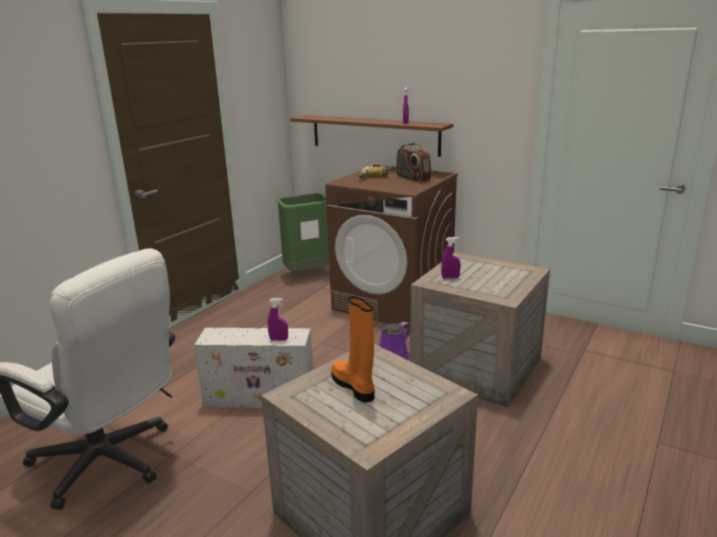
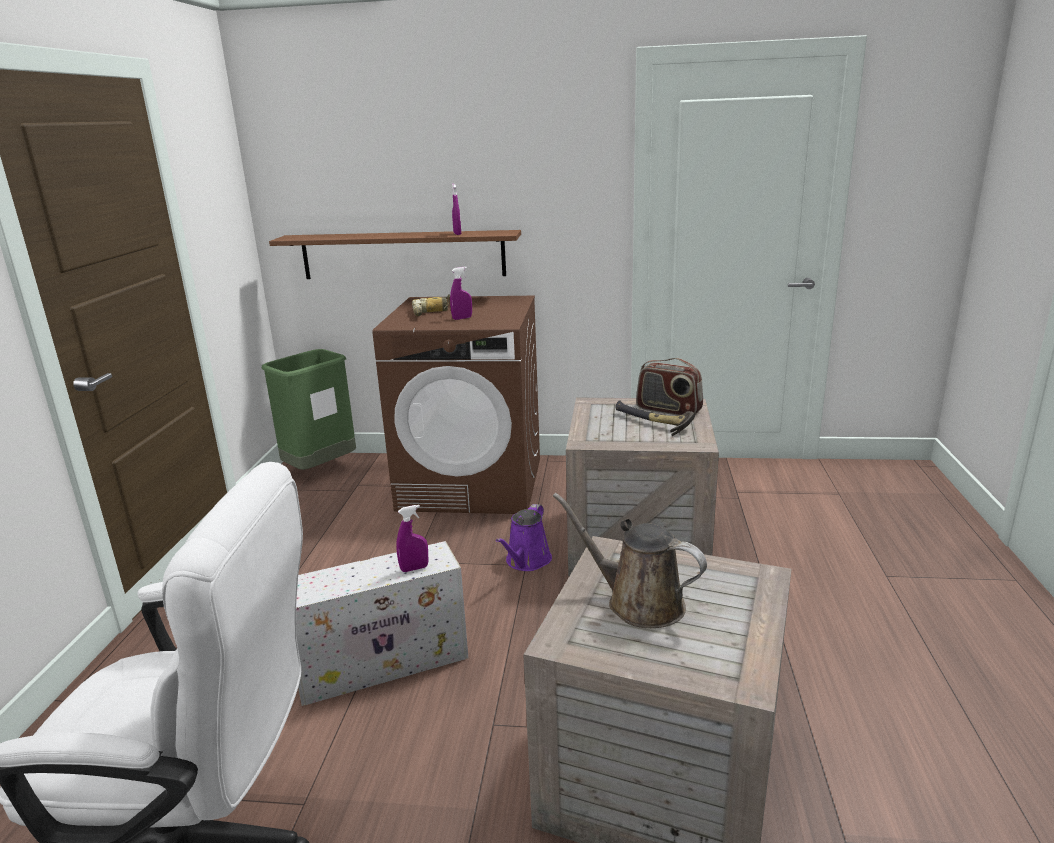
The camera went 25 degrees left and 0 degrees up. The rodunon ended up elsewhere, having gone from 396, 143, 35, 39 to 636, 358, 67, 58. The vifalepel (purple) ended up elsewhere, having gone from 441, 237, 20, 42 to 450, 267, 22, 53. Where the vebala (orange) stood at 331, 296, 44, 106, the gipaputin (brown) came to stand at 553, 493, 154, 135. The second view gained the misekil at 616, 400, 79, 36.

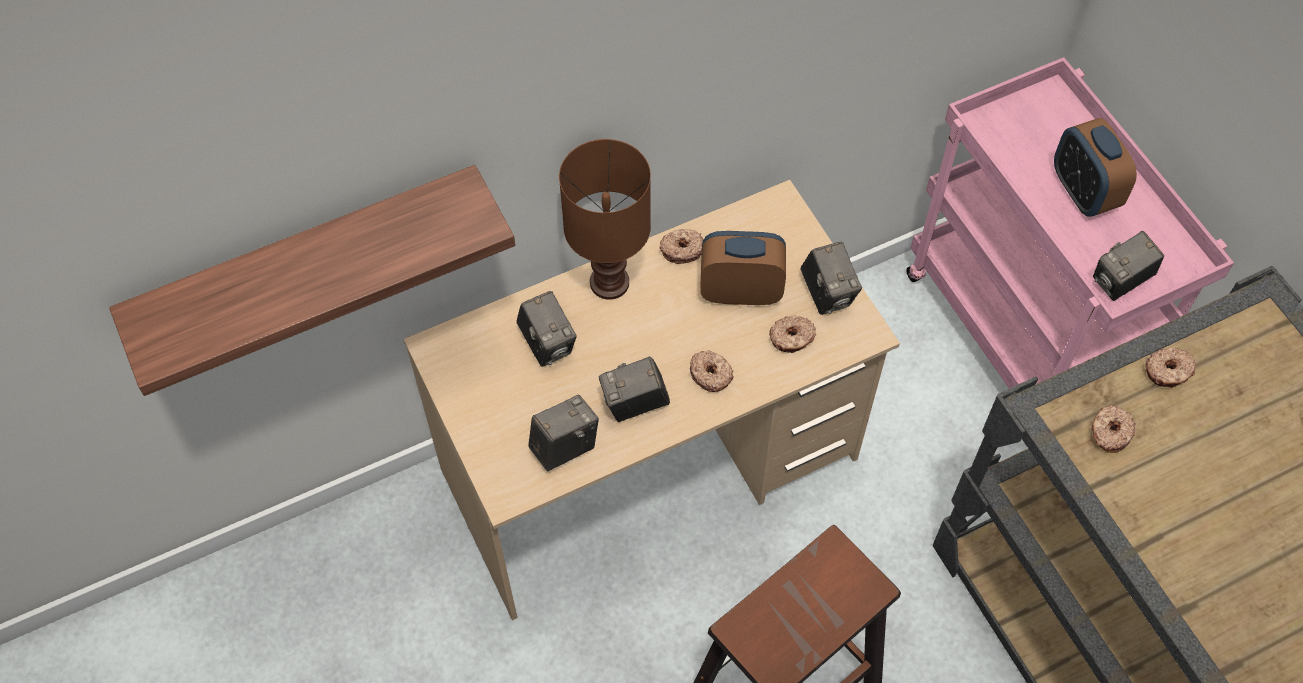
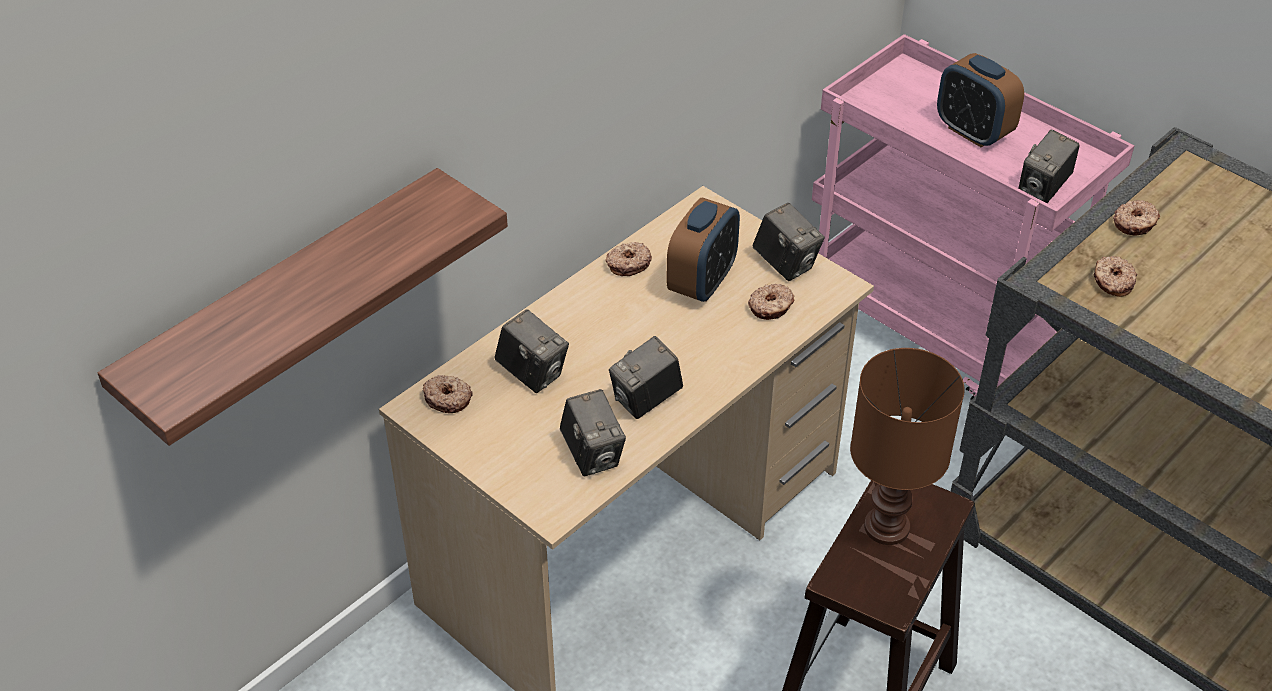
The camera went 20 degrees left and 15 degrees down. The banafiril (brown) ended up elsewhere, having gone from 559, 139, 92, 161 to 850, 348, 115, 197. The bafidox at 700, 231, 86, 74 ended up facing another way, 135 degrees clockwise from before. The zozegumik ended up elsewhere, having gone from 690, 350, 44, 42 to 423, 375, 50, 38. The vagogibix at 528, 395, 71, 76 ended up facing another way, 120 degrees clockwise from before.

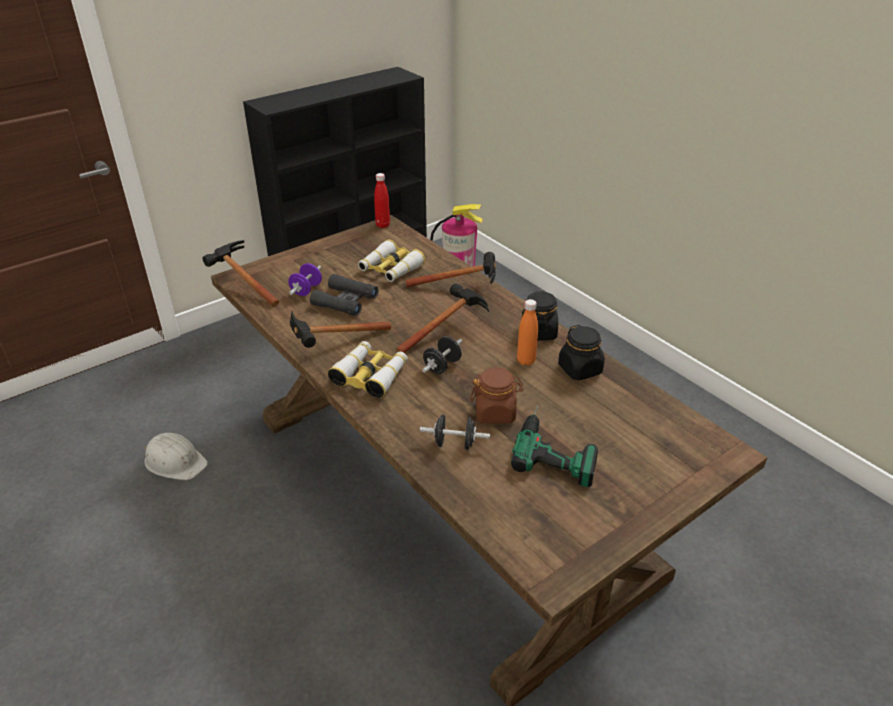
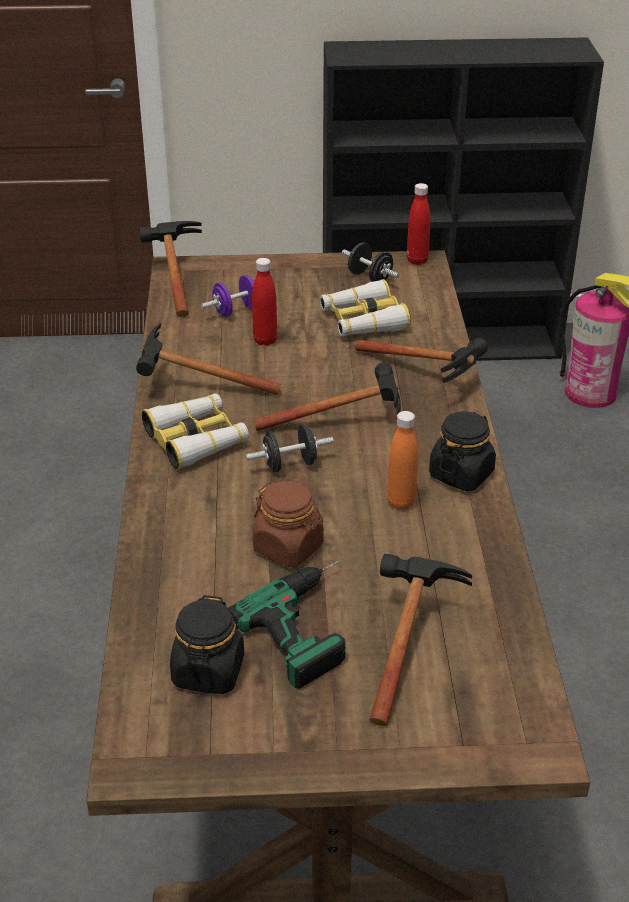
The camera went 35 degrees right and 0 degrees up. Where the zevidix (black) stood at 310, 274, 68, 42, the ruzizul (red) came to stand at 252, 258, 25, 88. The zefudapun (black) ended up elsewhere, having gone from 558, 325, 47, 56 to 170, 595, 74, 99. The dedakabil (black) ended up elsewhere, having gone from 420, 415, 70, 35 to 342, 242, 57, 40. The second view lost the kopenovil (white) at 144, 433, 64, 47. The second view gained the misekil at 369, 554, 103, 172.

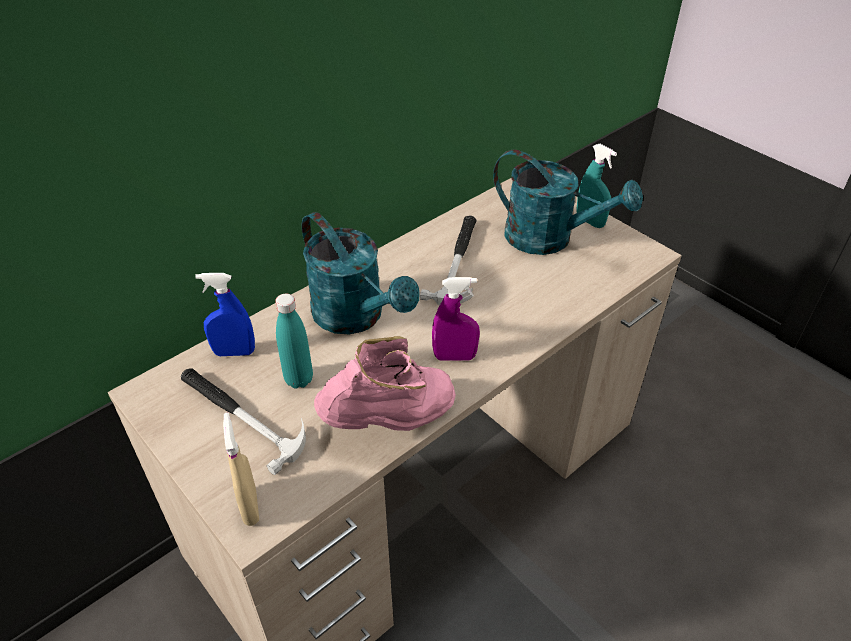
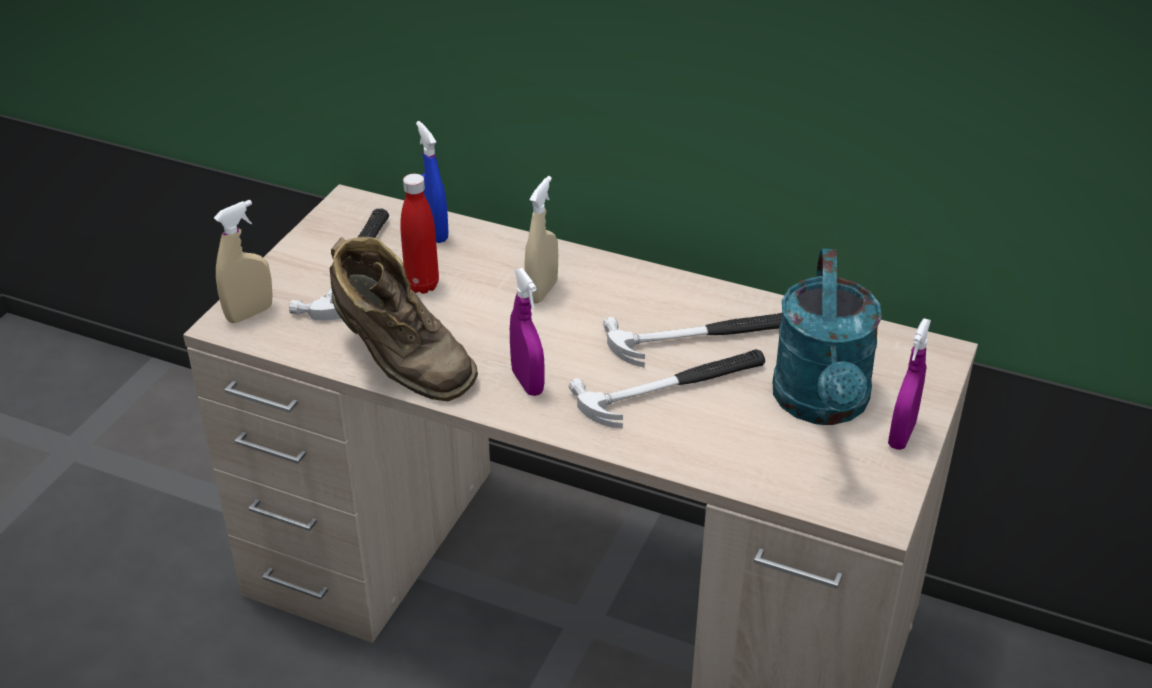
The camera went 65 degrees right and 5 degrees down. What was the vifalepel (turquoise) at 576, 144, 41, 84 turned into the vifalepel (purple) at 888, 318, 43, 132. Where the gipaputin (turquoise) stood at 302, 212, 118, 122, the vifalepel (beige) came to stand at 524, 176, 34, 128. What was the ruzizul (turquoise) at 276, 294, 37, 95 turned into the ruzizul (red) at 400, 174, 39, 120. What was the vebala (pink) at 314, 336, 142, 95 turned into the vebala (brown) at 330, 237, 148, 164. The second view gained the misekil at 569, 349, 196, 79.

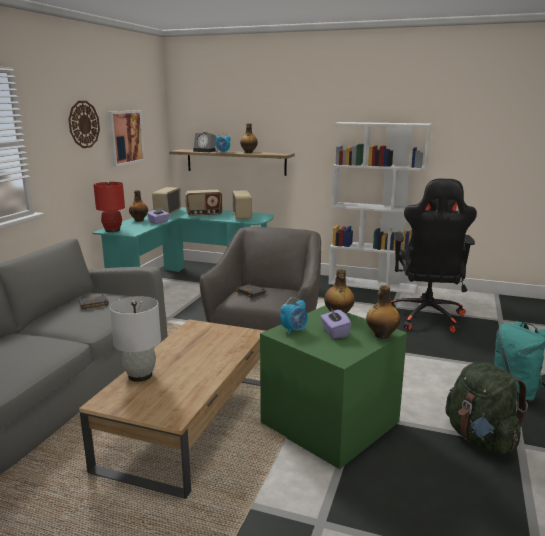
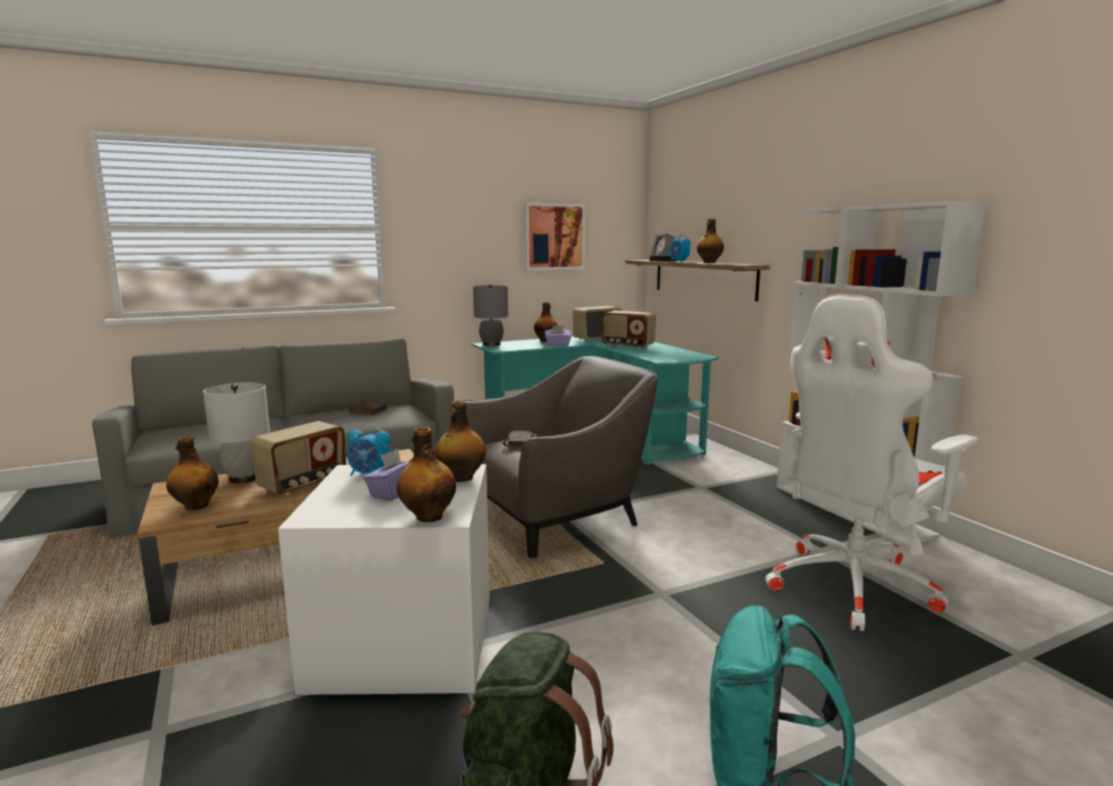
The camera went 45 degrees right and 5 degrees down. The second view lost the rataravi at 68, 101, 32, 47. What was the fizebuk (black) at 391, 179, 86, 154 turned into the fizebuk (white) at 765, 294, 213, 337. What was the banafiril (red) at 93, 182, 32, 50 turned into the banafiril (grey) at 473, 284, 35, 62. The rodunon ended up elsewhere, having gone from 232, 190, 21, 30 to 251, 421, 95, 74. What was the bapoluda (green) at 260, 305, 147, 164 turned into the bapoluda (white) at 278, 464, 212, 231. The second view gained the ruzizul at 166, 436, 53, 74.

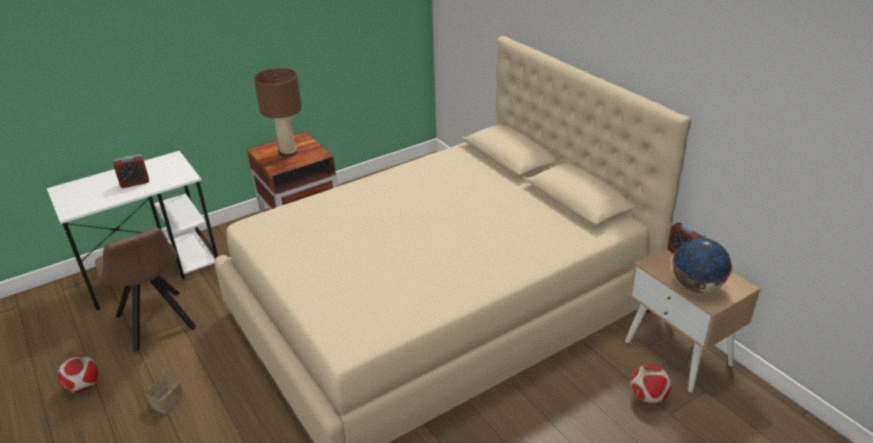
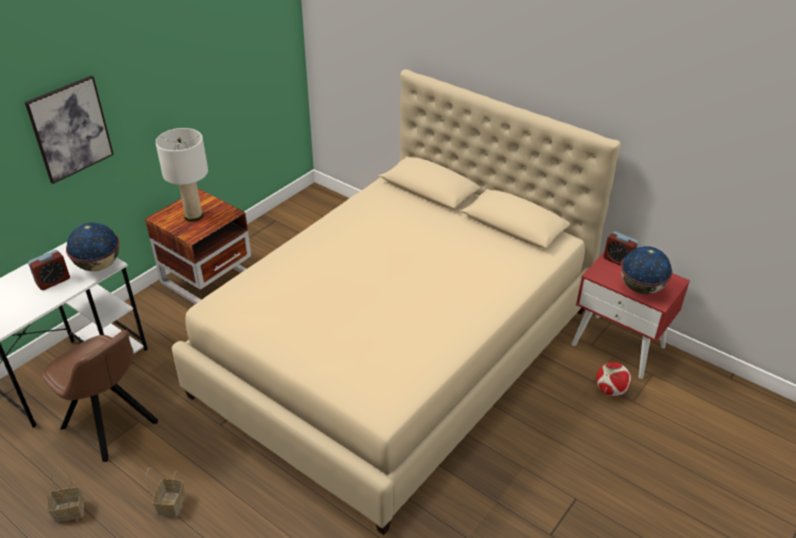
The camera went 20 degrees left and 5 degrees up. What was the banafiril (brown) at 254, 68, 48, 89 turned into the banafiril (white) at 156, 128, 52, 94. What was the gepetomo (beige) at 625, 246, 136, 146 turned into the gepetomo (red) at 572, 252, 118, 127. Where the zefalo stood at 58, 355, 41, 38, the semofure came to stand at 47, 468, 37, 54. The second view gained the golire at 25, 76, 89, 108. The second view gained the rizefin at 66, 222, 54, 49.

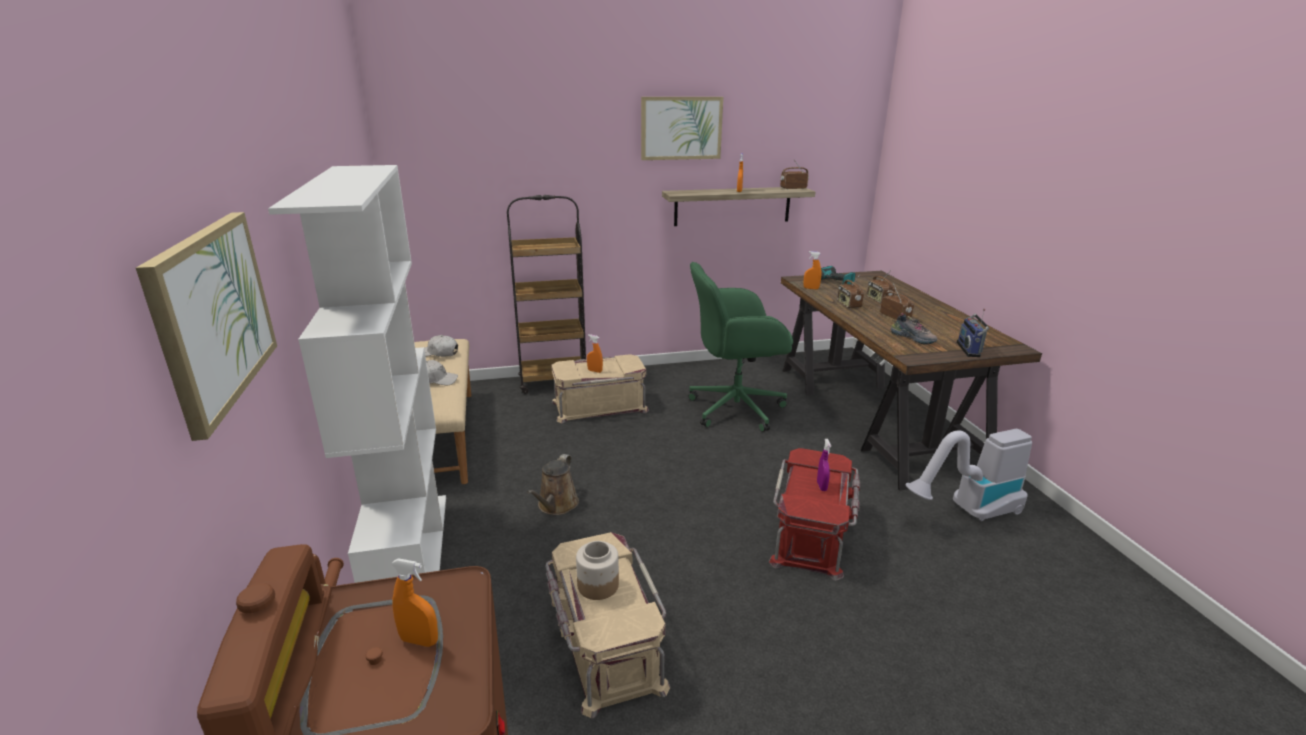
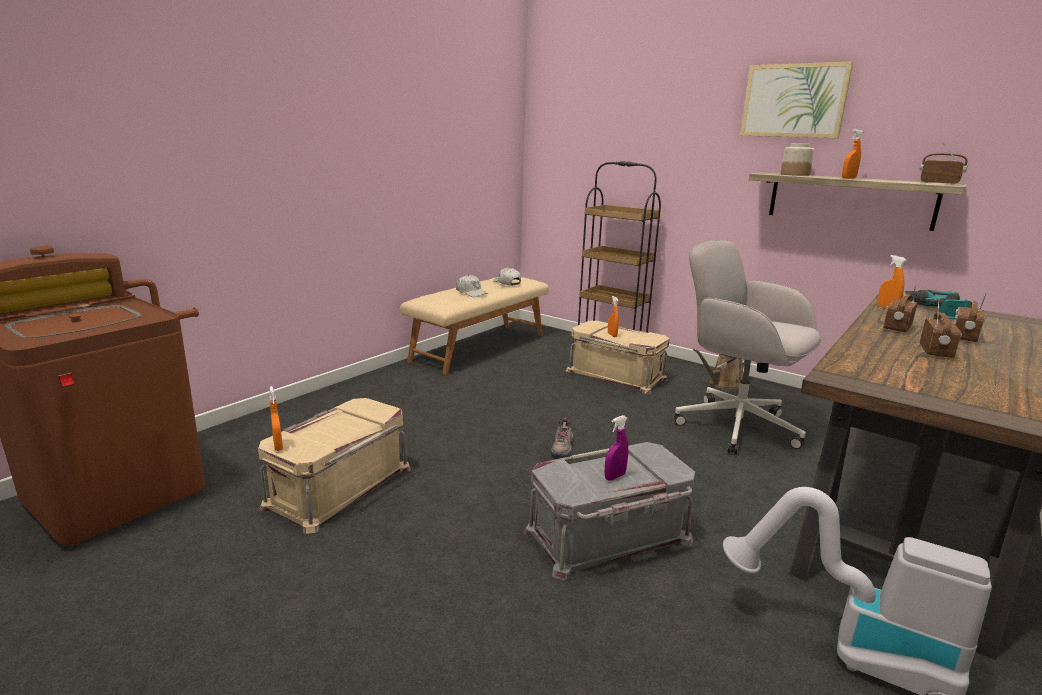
The camera went 50 degrees right and 5 degrees down. The second view lost the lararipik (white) at 268, 165, 178, 418. The second view lost the golire at 136, 212, 141, 229. What was the fizebuk (green) at 688, 262, 105, 170 turned into the fizebuk (grey) at 674, 240, 148, 215. The second view lost the rodunon at 957, 309, 33, 48. The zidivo ended up elsewhere, having gone from 890, 313, 48, 32 to 551, 417, 22, 40. What was the bapoluda (red) at 769, 448, 91, 133 turned into the bapoluda (grey) at 523, 442, 173, 138. The gipaputin (brown) ended up elsewhere, having gone from 527, 454, 52, 61 to 693, 349, 53, 41. The zefudapun ended up elsewhere, having gone from 576, 541, 43, 59 to 781, 143, 33, 33. The vifalepel (orange) ended up elsewhere, having gone from 391, 558, 47, 89 to 270, 386, 13, 65.

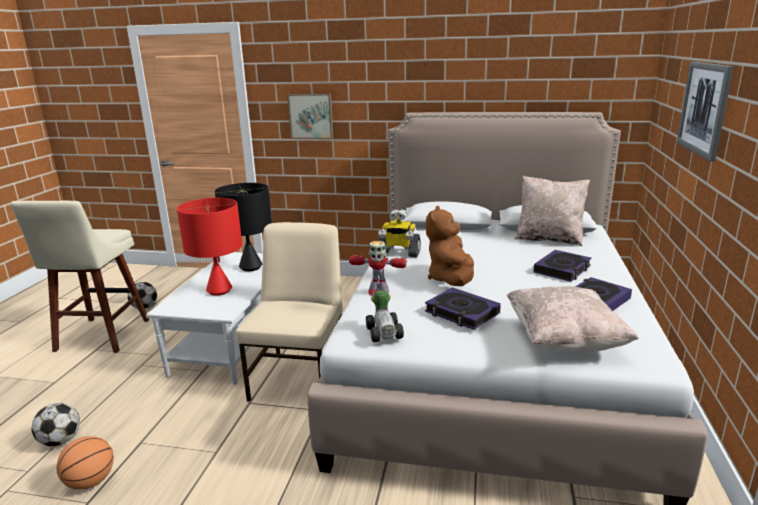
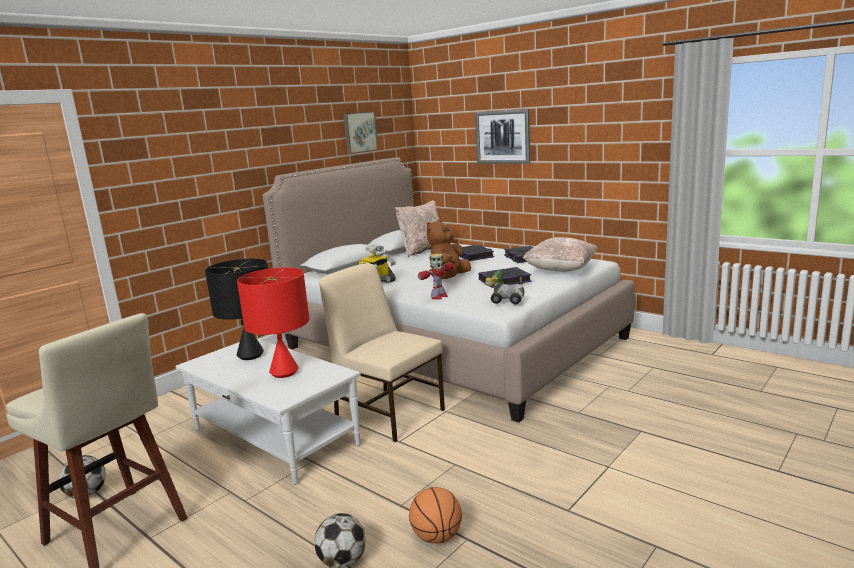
The camera went 60 degrees left and 5 degrees down. The golire ended up elsewhere, having gone from 287, 94, 46, 45 to 343, 111, 35, 43. The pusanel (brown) at 426, 206, 48, 80 ended up facing another way, 75 degrees clockwise from before.

